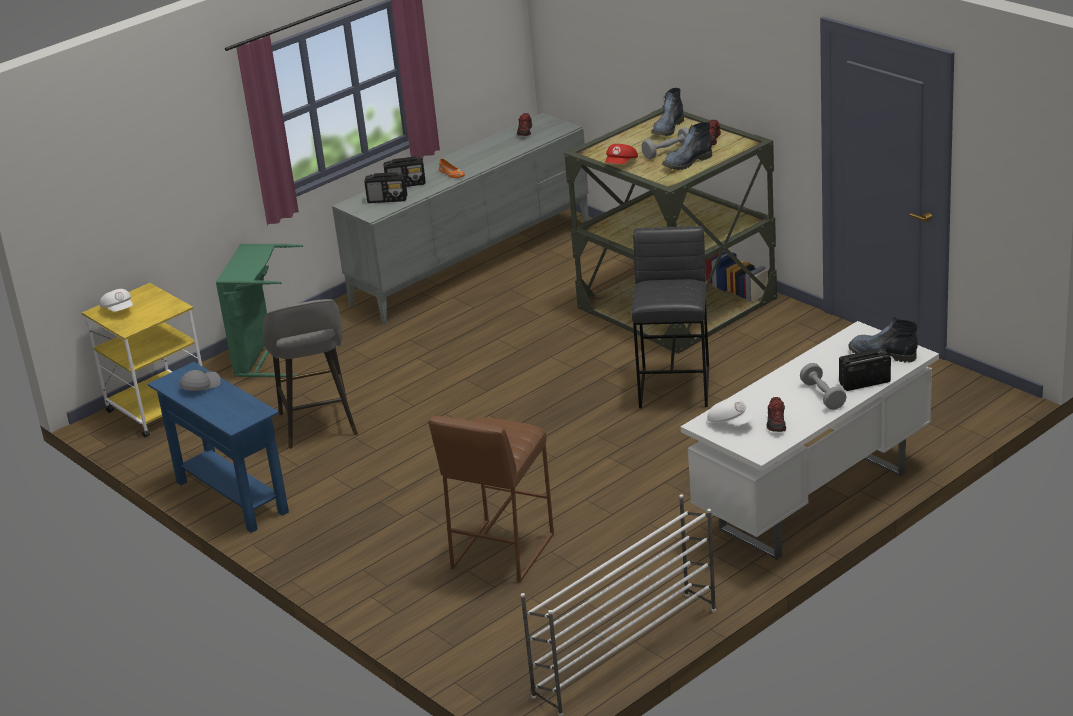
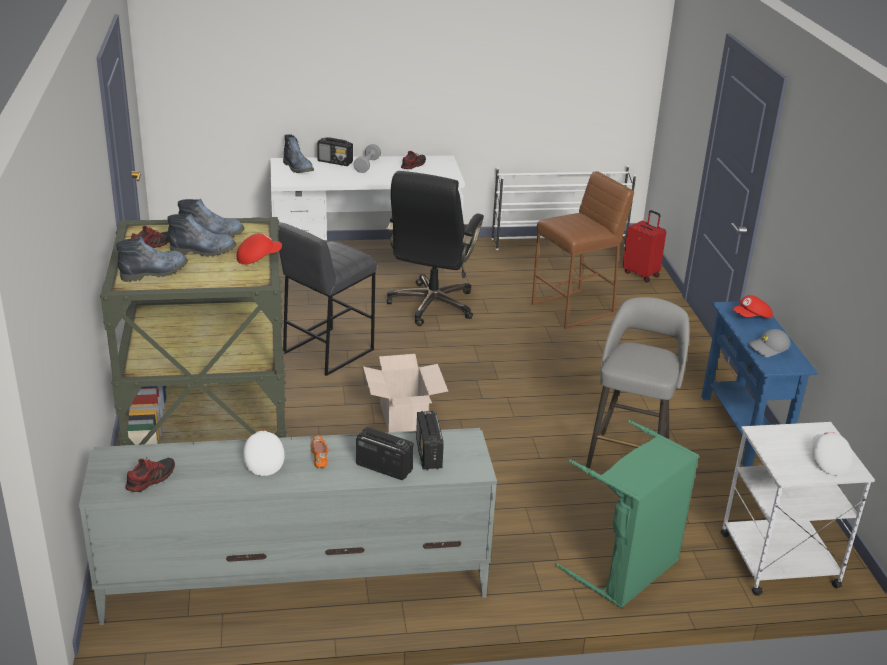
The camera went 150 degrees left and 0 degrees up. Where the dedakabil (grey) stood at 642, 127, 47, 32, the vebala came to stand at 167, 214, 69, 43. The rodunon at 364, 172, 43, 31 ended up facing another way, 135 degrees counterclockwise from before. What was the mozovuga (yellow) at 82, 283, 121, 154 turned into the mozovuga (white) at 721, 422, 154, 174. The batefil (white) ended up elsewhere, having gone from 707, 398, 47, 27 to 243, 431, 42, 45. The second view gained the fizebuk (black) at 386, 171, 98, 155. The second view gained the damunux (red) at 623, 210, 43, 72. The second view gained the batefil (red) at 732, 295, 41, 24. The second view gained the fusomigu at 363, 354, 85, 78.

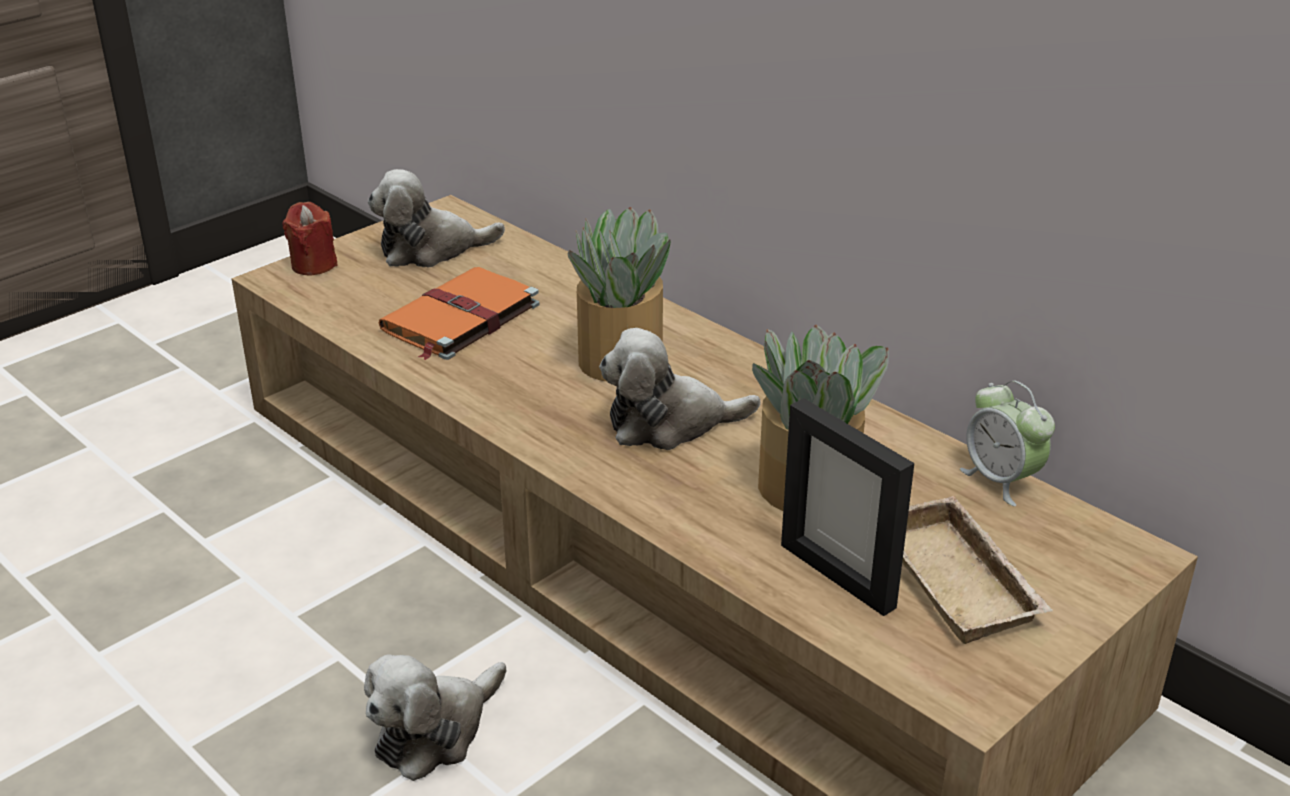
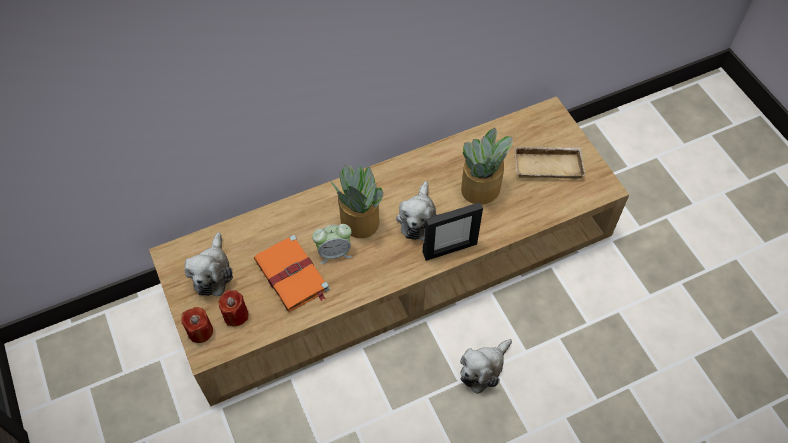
The camera went 70 degrees left and 25 degrees up. The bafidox ended up elsewhere, having gone from 960, 381, 95, 125 to 312, 224, 40, 40. The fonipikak ended up elsewhere, having gone from 781, 398, 133, 218 to 423, 202, 60, 59. The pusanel at 364, 654, 143, 127 ended up facing another way, 75 degrees clockwise from before. The second view gained the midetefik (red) at 218, 290, 31, 36.

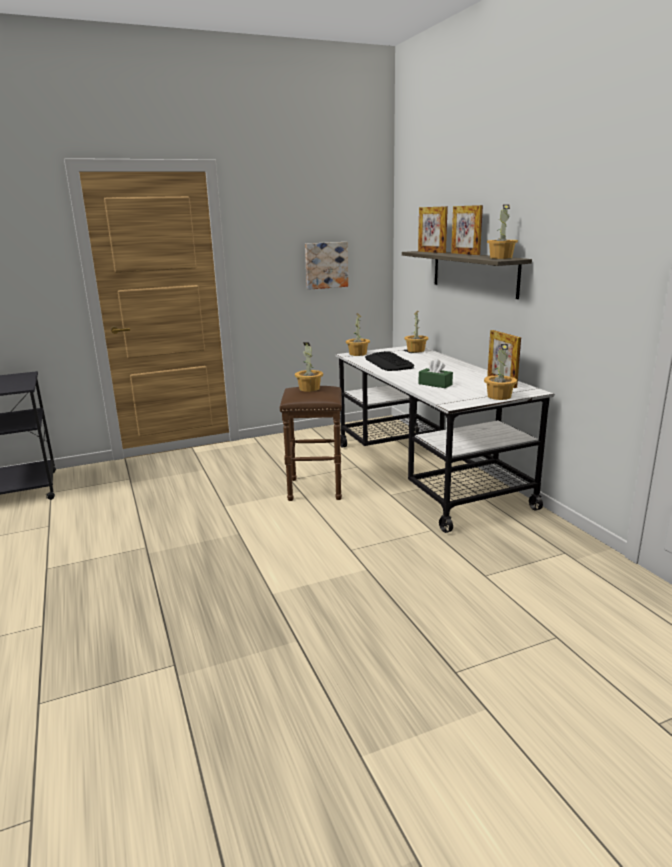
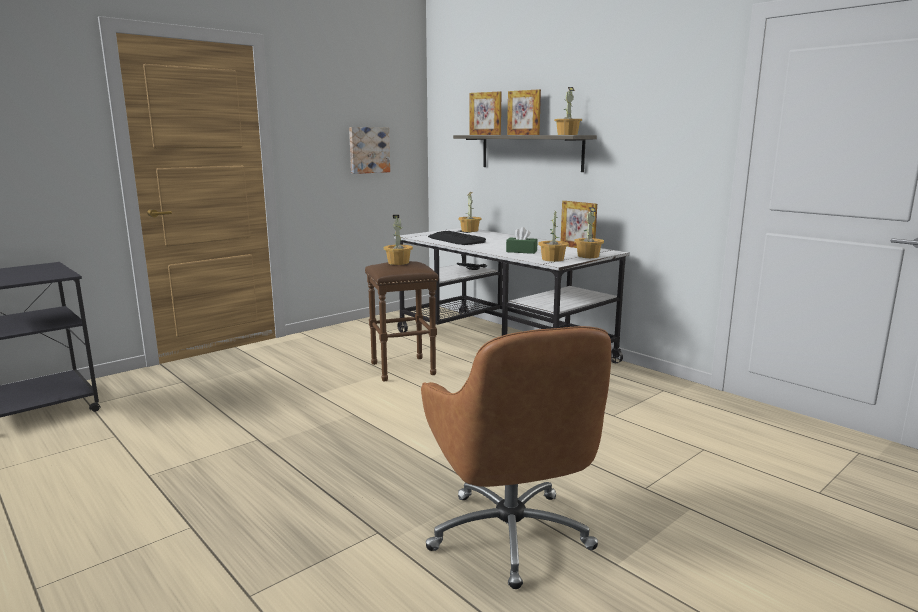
The camera went 20 degrees left and 5 degrees down. The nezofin ended up elsewhere, having gone from 346, 313, 24, 43 to 538, 211, 31, 51. The second view gained the fizebuk (brown) at 421, 326, 190, 263.

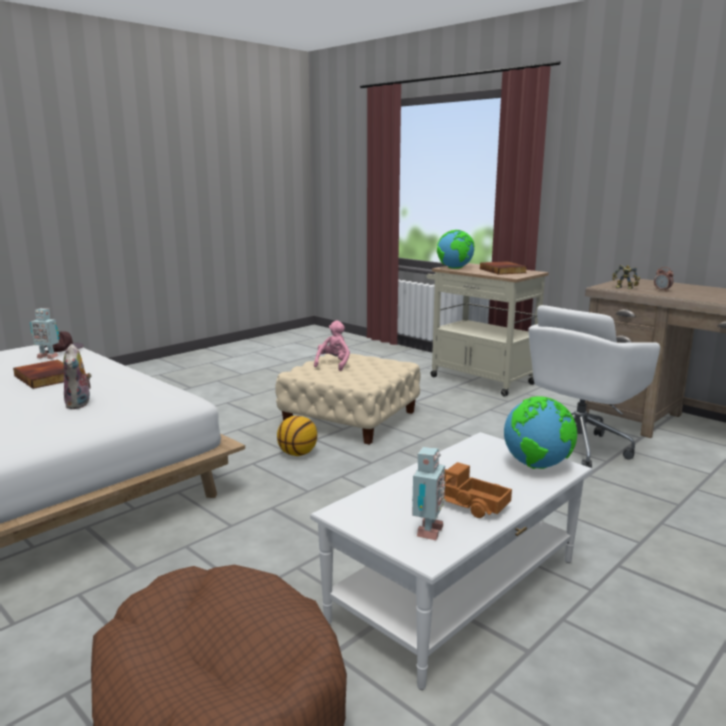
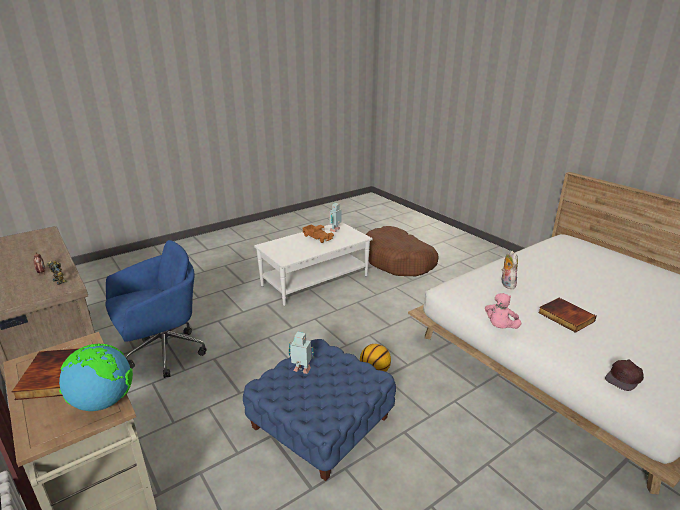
The camera went 170 degrees left and 10 degrees up. What was the fizebuk (white) at 528, 305, 132, 163 turned into the fizebuk (blue) at 105, 240, 102, 138. The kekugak ended up elsewhere, having gone from 30, 308, 29, 51 to 289, 332, 25, 42. The pusanel (pink) ended up elsewhere, having gone from 314, 321, 36, 50 to 485, 293, 36, 36. What was the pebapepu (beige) at 275, 354, 146, 91 turned into the pebapepu (blue) at 243, 339, 153, 142. The second view lost the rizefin at 504, 396, 73, 73.

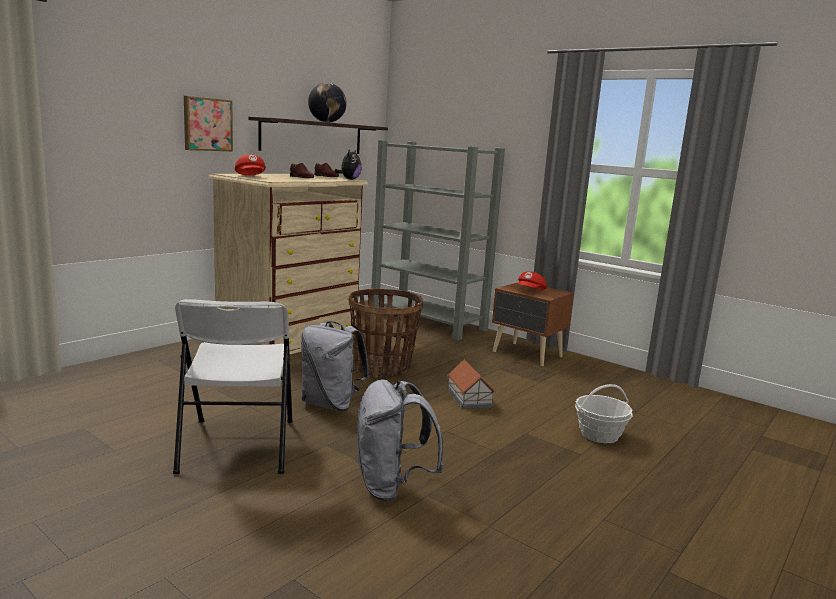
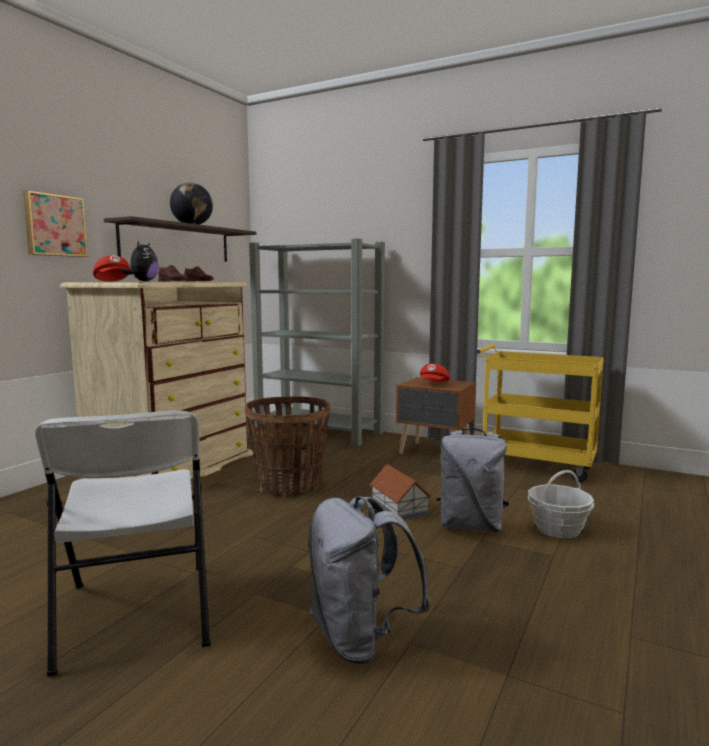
The camera went 10 degrees left and 5 degrees down. The pusanel ended up elsewhere, having gone from 334, 150, 28, 30 to 121, 241, 37, 41. The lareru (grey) ended up elsewhere, having gone from 301, 321, 69, 90 to 436, 428, 73, 105. The second view gained the mozovuga (yellow) at 476, 344, 128, 138.

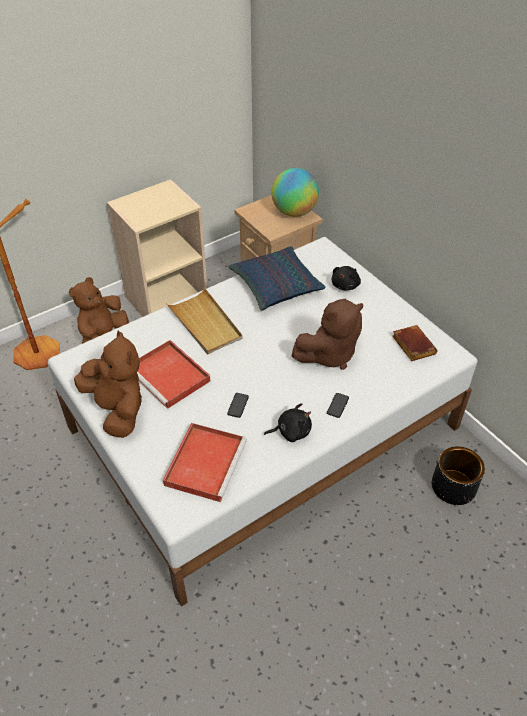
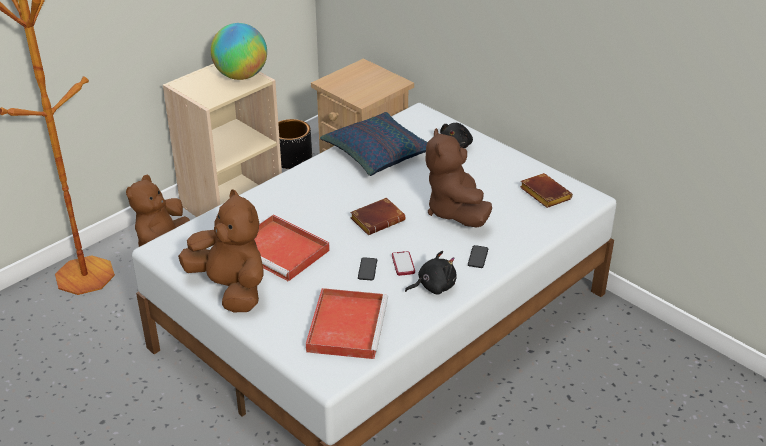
The camera went 10 degrees left and 10 degrees down. The rizefin ended up elsewhere, having gone from 271, 168, 48, 49 to 211, 23, 56, 57. The second view lost the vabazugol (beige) at 166, 288, 77, 66. The pusanel (brown) at 292, 299, 71, 71 ended up facing another way, 120 degrees clockwise from before. The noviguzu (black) ended up elsewhere, having gone from 432, 446, 53, 59 to 278, 119, 34, 50. The second view gained the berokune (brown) at 350, 197, 56, 38. The second view gained the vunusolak at 392, 251, 23, 25.

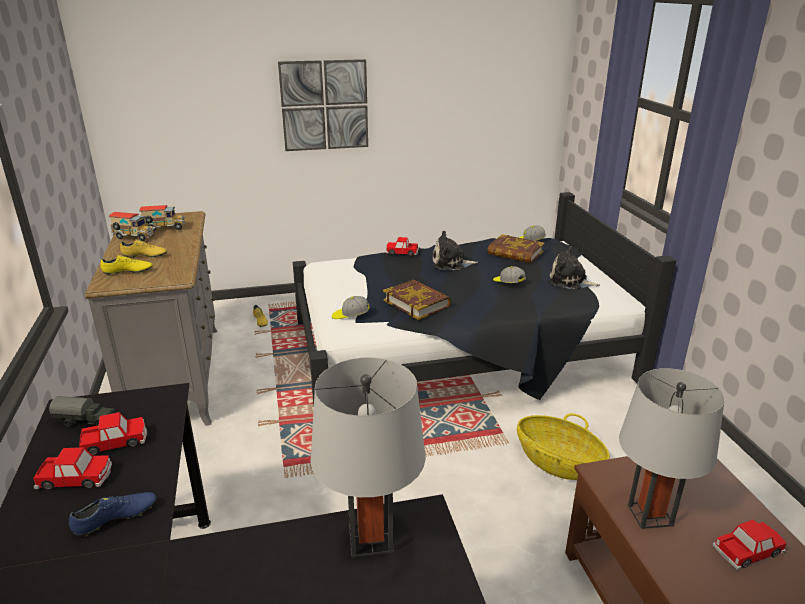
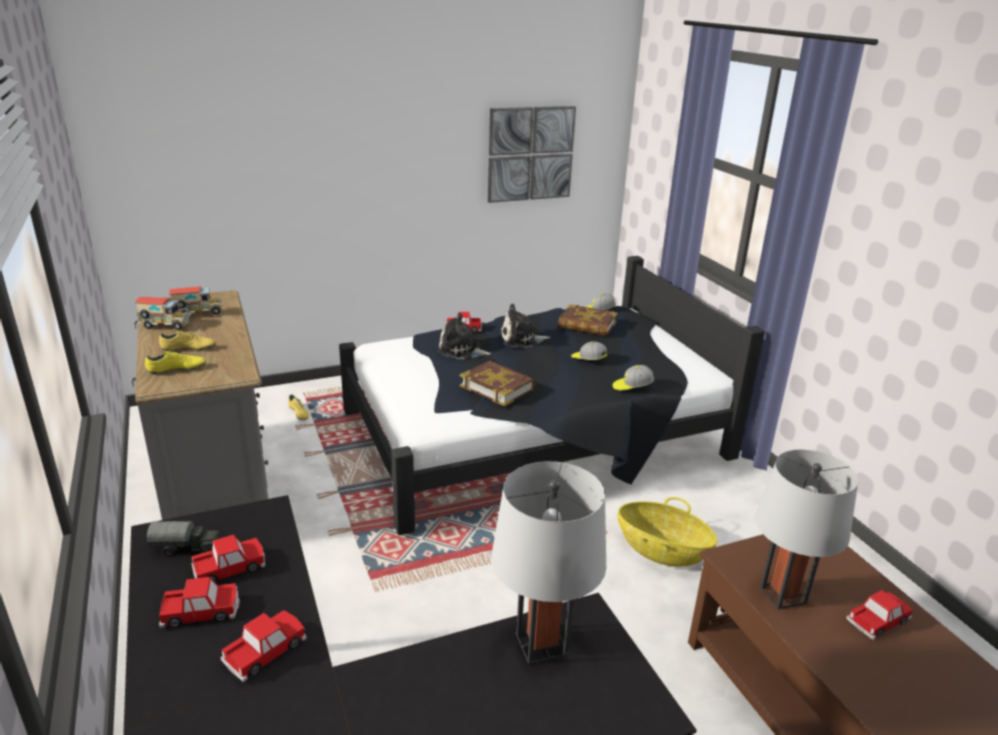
The camera went 10 degrees left and 0 degrees up. The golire ended up elsewhere, having gone from 278, 59, 90, 92 to 488, 106, 88, 97. The pusanel ended up elsewhere, having gone from 548, 246, 52, 43 to 438, 313, 53, 47. The batefil ended up elsewhere, having gone from 332, 296, 38, 23 to 612, 365, 42, 26. Where the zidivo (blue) stood at 69, 492, 87, 44, the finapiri came to stand at 220, 610, 87, 72.

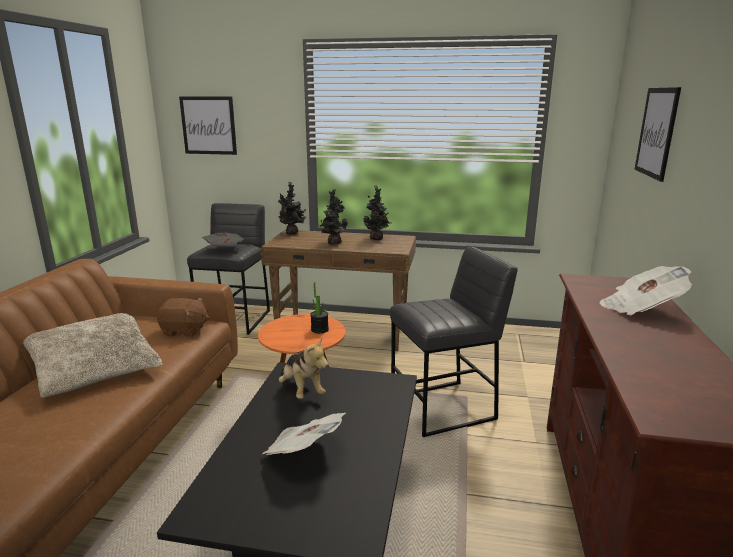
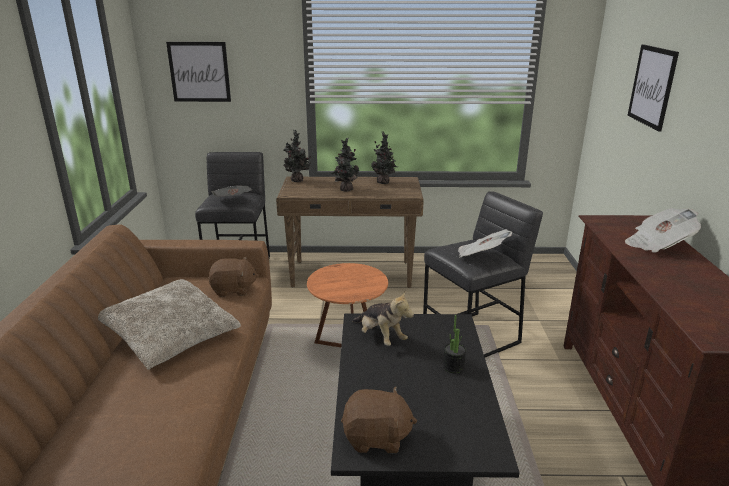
The camera went 10 degrees left and 5 degrees up. The nezofin ended up elsewhere, having gone from 310, 282, 19, 52 to 443, 315, 23, 58. The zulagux ended up elsewhere, having gone from 262, 413, 84, 42 to 458, 229, 54, 28. The second view gained the pusanel (brown) at 341, 387, 76, 66.

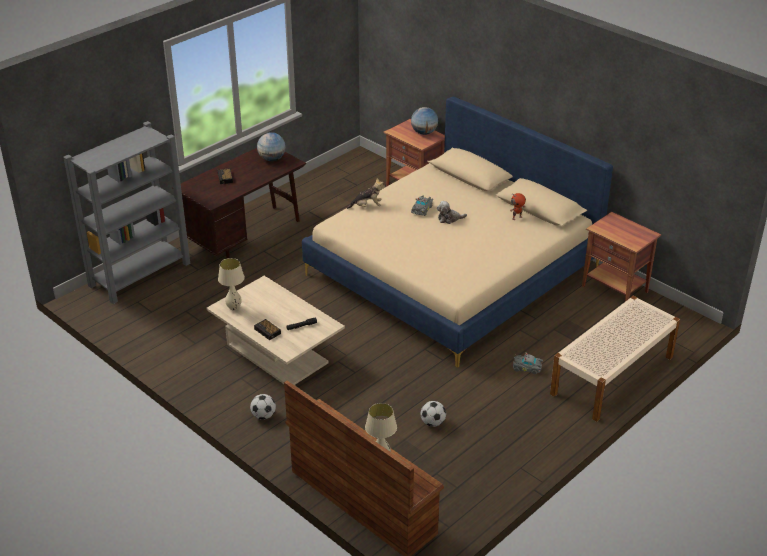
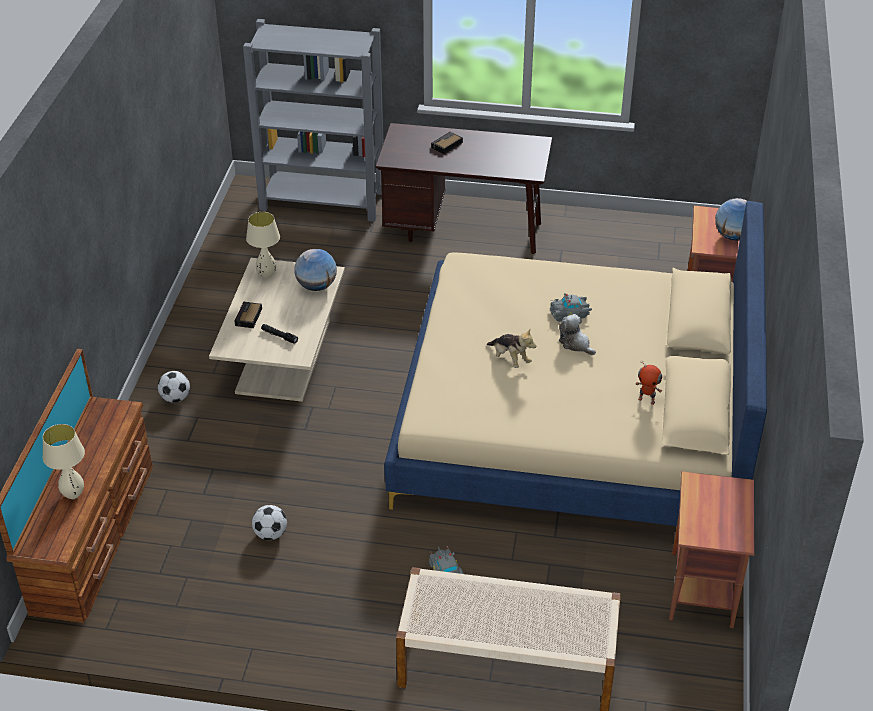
The camera went 55 degrees right and 5 degrees up. The rizefin ended up elsewhere, having gone from 257, 132, 29, 29 to 294, 249, 43, 42. The pusanel ended up elsewhere, having gone from 347, 178, 38, 31 to 486, 329, 51, 39.

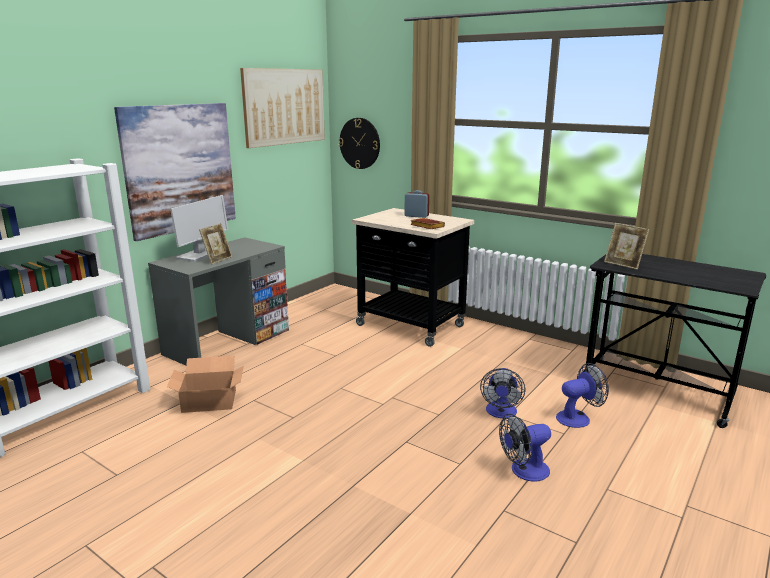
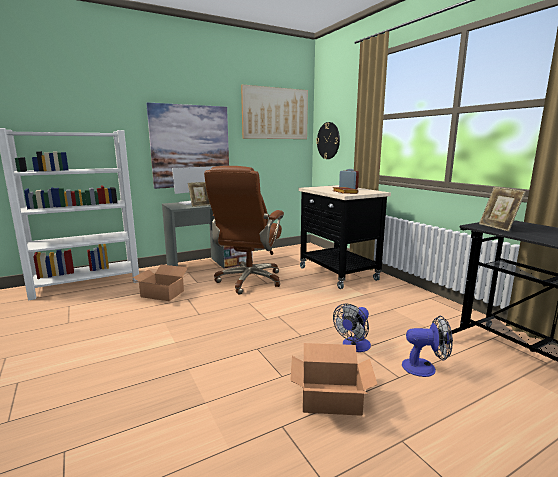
The camera went 25 degrees right and 5 degrees down. Where the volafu stood at 499, 414, 52, 68, the fusomigu came to stand at 290, 343, 88, 73. The second view gained the fizebuk (brown) at 204, 166, 80, 129.

